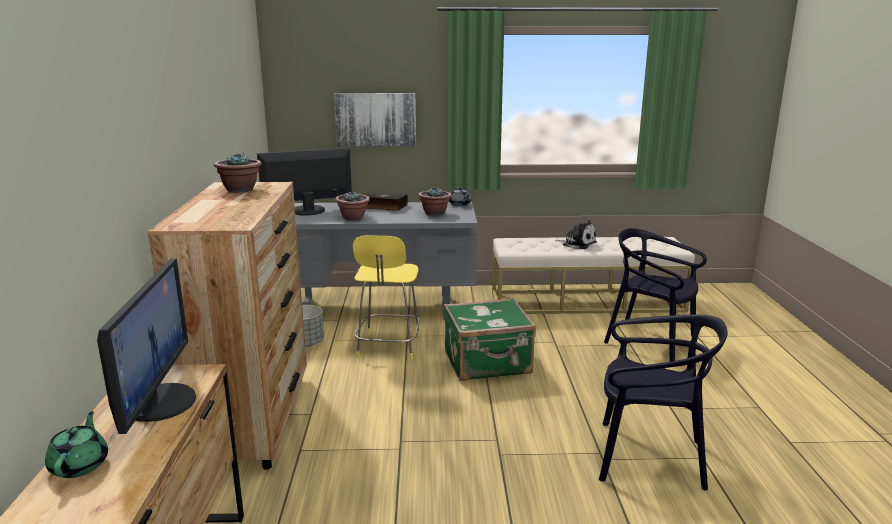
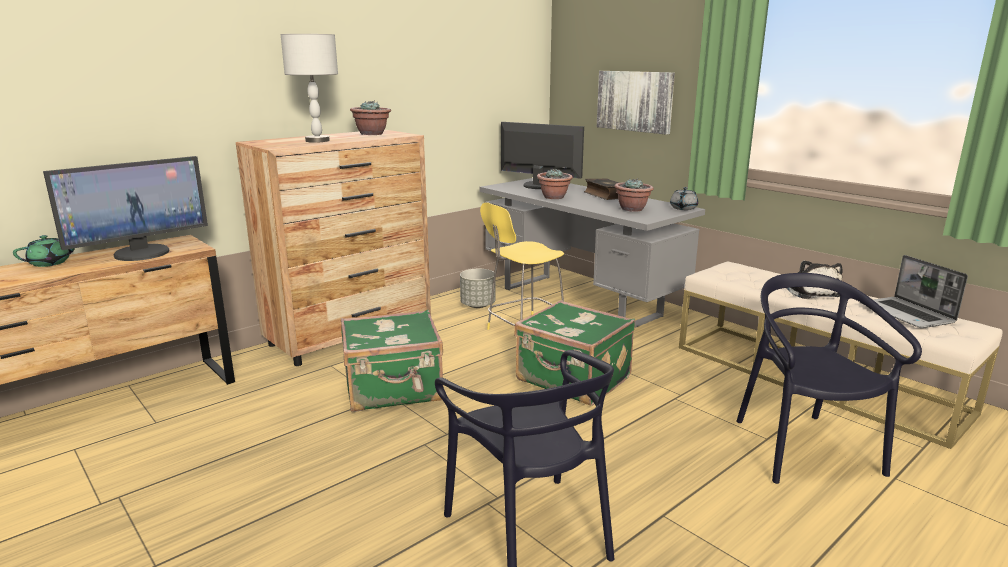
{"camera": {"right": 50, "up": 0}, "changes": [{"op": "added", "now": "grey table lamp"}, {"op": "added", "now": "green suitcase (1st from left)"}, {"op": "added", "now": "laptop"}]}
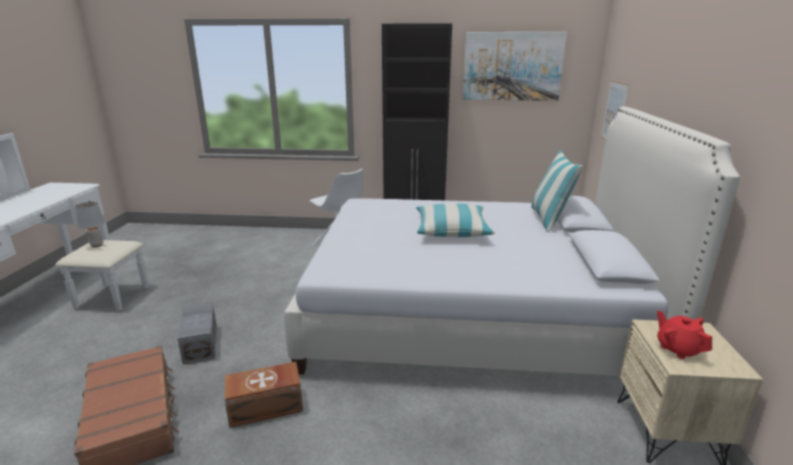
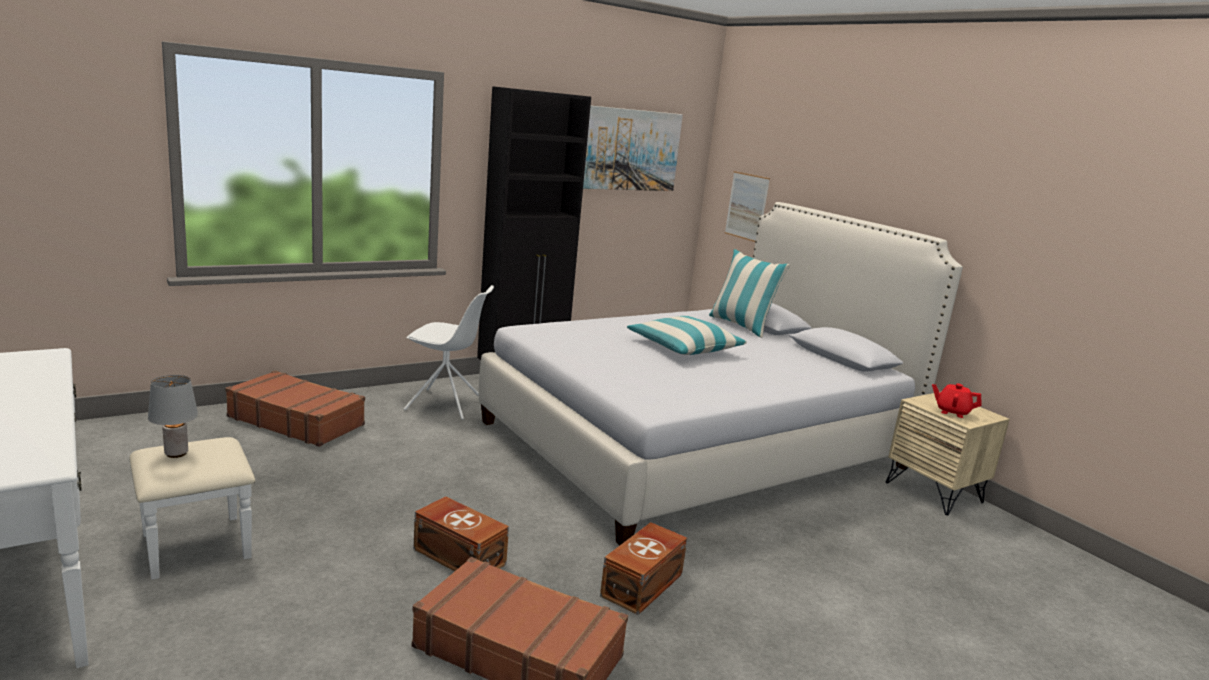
{"camera": {"right": -40, "up": -5}, "changes": [{"op": "added", "now": "brown suitcase (1st from left)"}, {"op": "recoloured", "was": "grey storage box", "now": "brown storage box (1st from left)"}]}
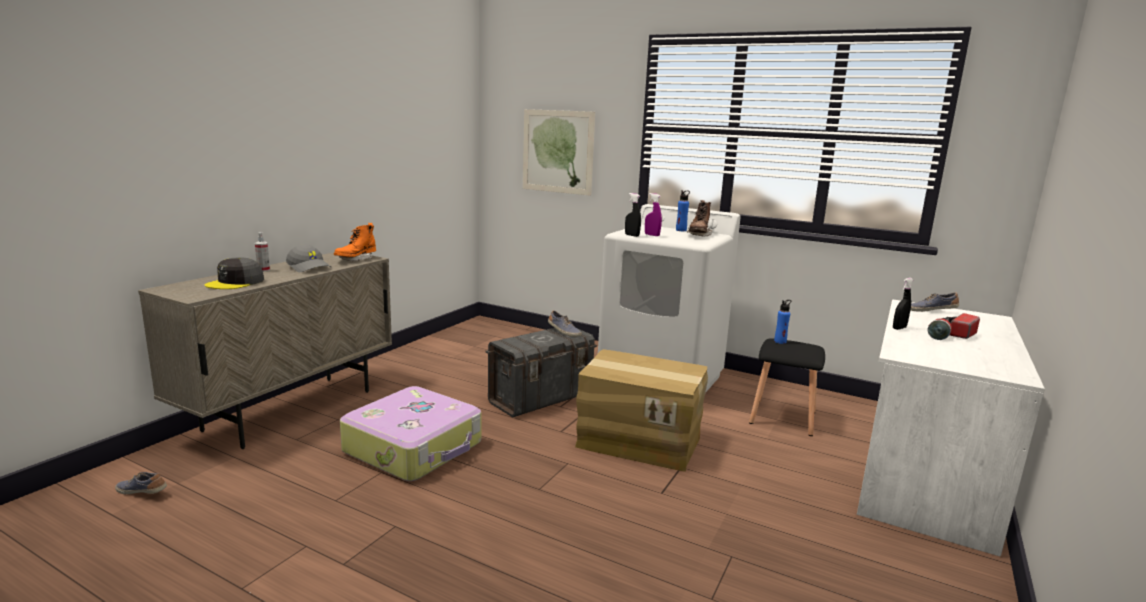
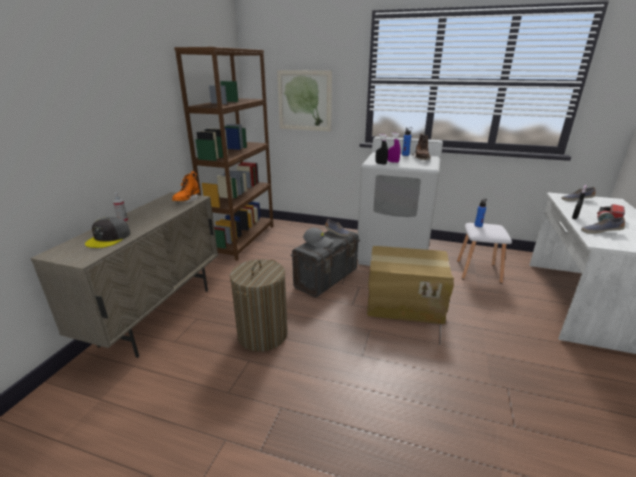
{"camera": {"right": -10, "up": 10}, "changes": [{"op": "added", "now": "brown bookcase"}, {"op": "moved", "was": "shoe (1st from left in the first image)", "now": "shoe (3rd from left)"}, {"op": "moved", "was": "grey cap (2nd from left)"}, {"op": "replaced", "was": "suitcase", "now": "laundry basket"}, {"op": "recoloured", "was": "black stool", "now": "white stool"}]}
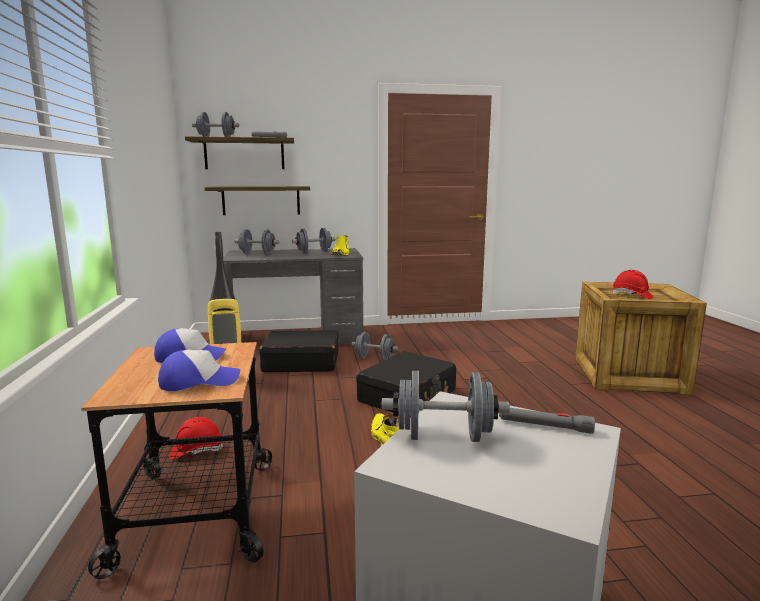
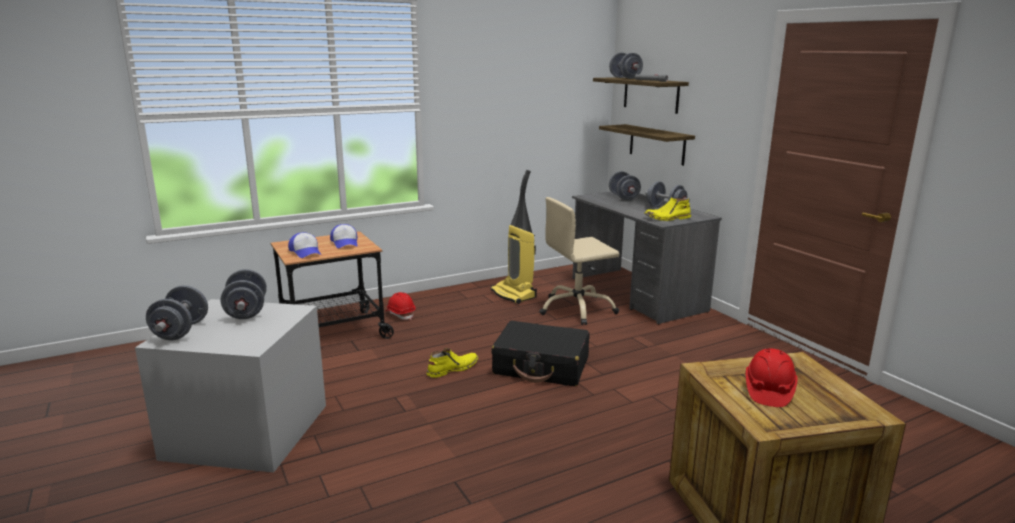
{"camera": {"right": 70, "up": 5}, "changes": [{"op": "removed", "was": "grey flashlight (2nd from left)"}, {"op": "moved", "was": "grey dumbbell (4th from left in the first image)", "now": "grey dumbbell (1st from left)"}, {"op": "replaced", "was": "black suitcase (1st from left)", "now": "beige office chair"}]}
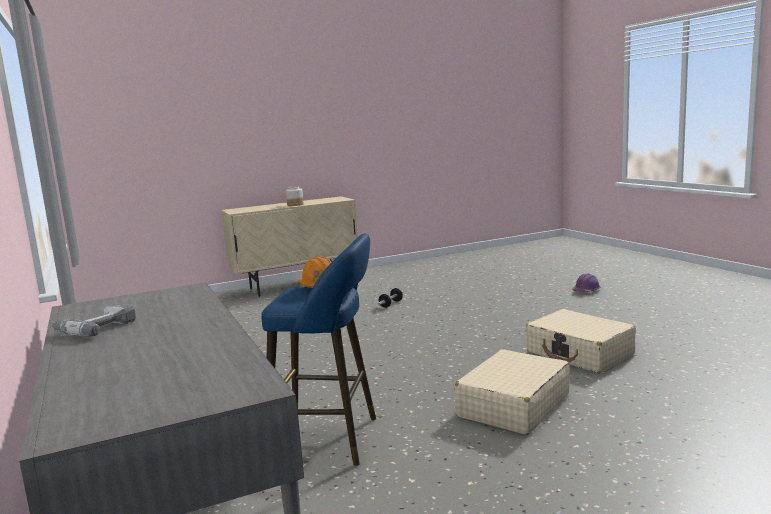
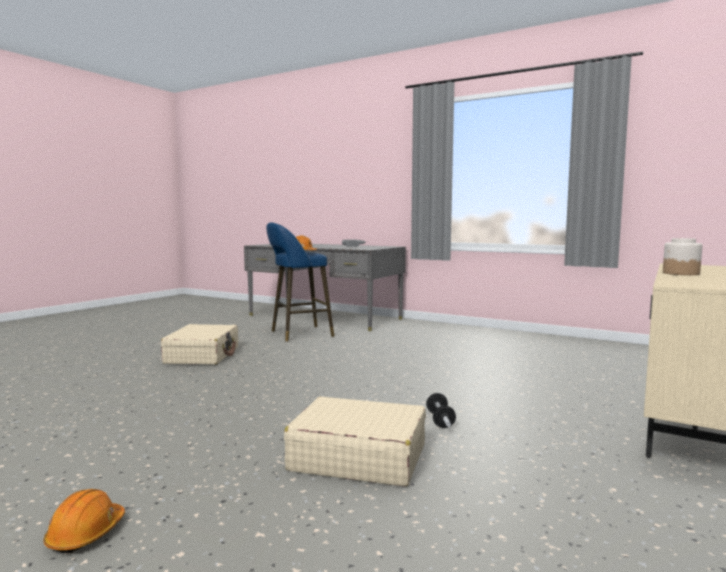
{"camera": {"right": 145, "up": -5}, "changes": [{"op": "moved", "was": "beige suitcase (2nd from left)"}, {"op": "recoloured", "was": "purple hard hat", "now": "orange hard hat (1st from left)"}]}
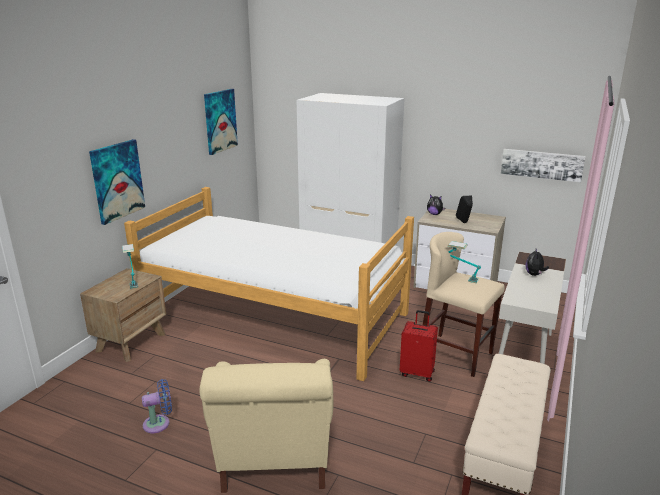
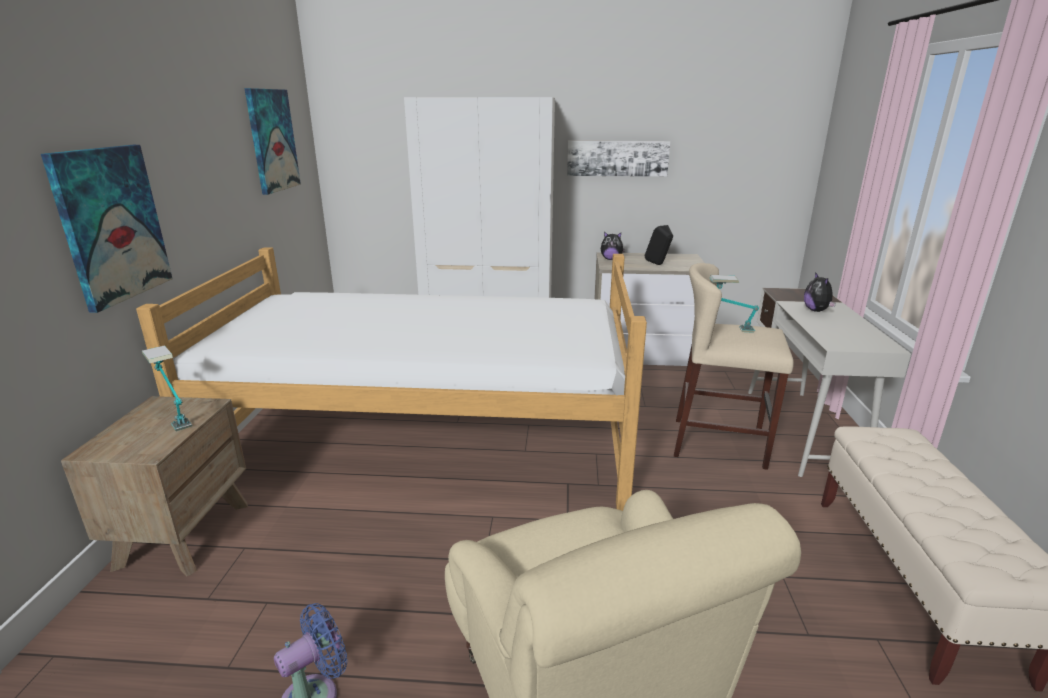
{"camera": {"right": -20, "up": 0}, "changes": [{"op": "removed", "was": "red suitcase"}, {"op": "moved", "was": "picture (3rd from left)"}]}
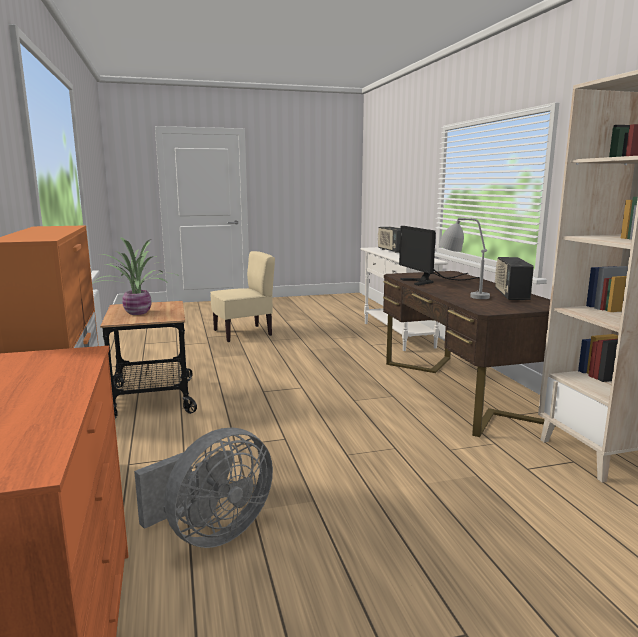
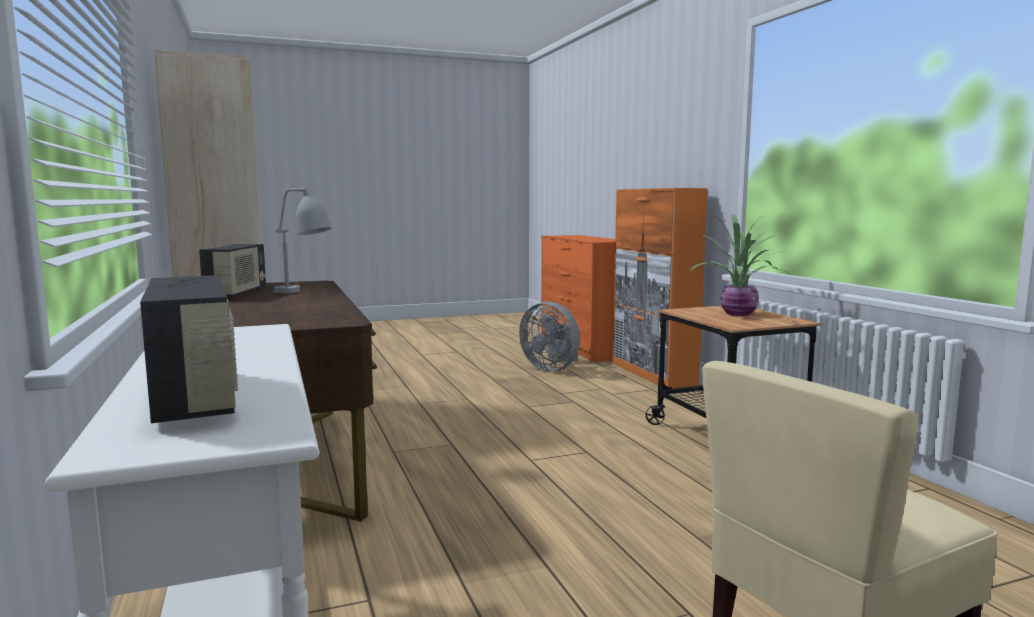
{"camera": {"right": 175, "up": -5}, "changes": [{"op": "removed", "was": "monitor"}, {"op": "turned", "was": "grey fan", "clockwise": -90}]}
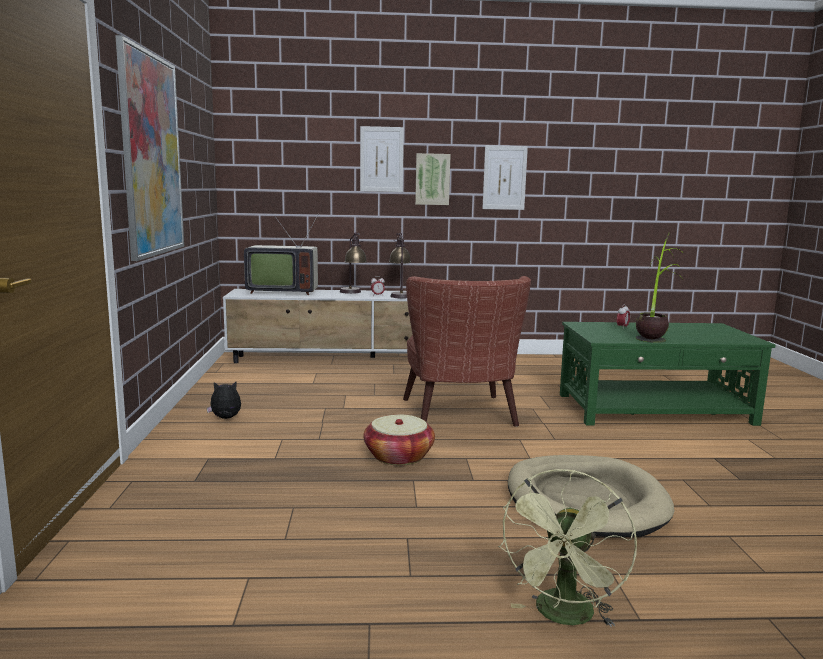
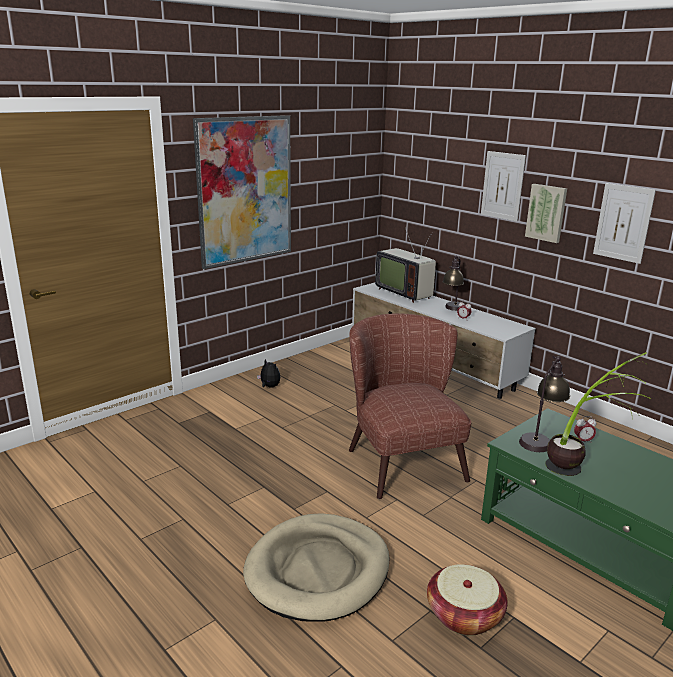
{"camera": {"right": 50, "up": 10}, "changes": [{"op": "removed", "was": "green fan"}, {"op": "moved", "was": "basket"}, {"op": "moved", "was": "table lamp (2nd from left)"}, {"op": "turned", "was": "brown armchair", "clockwise": 120}]}
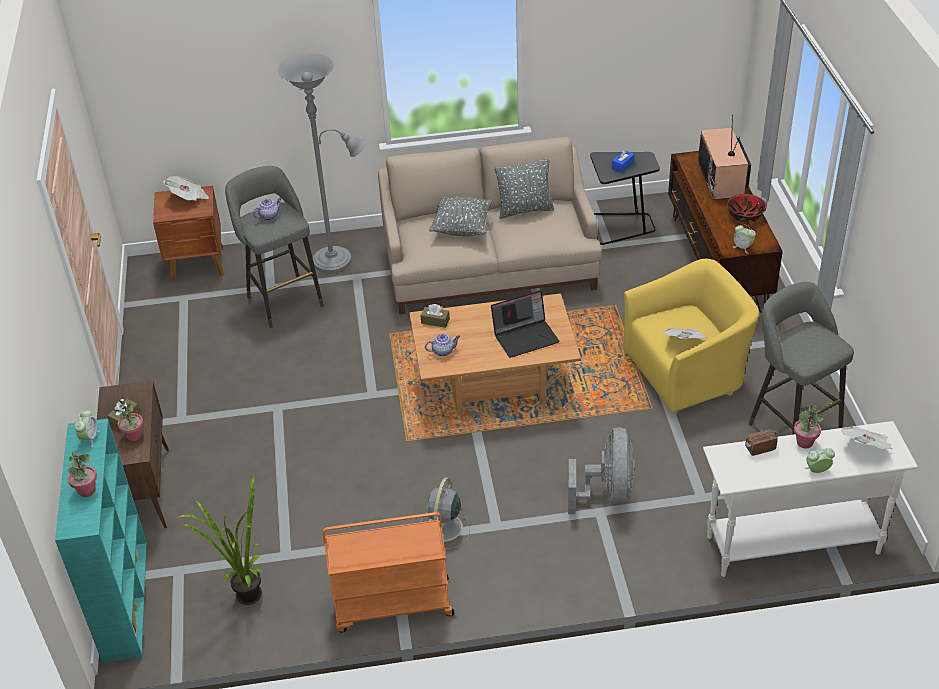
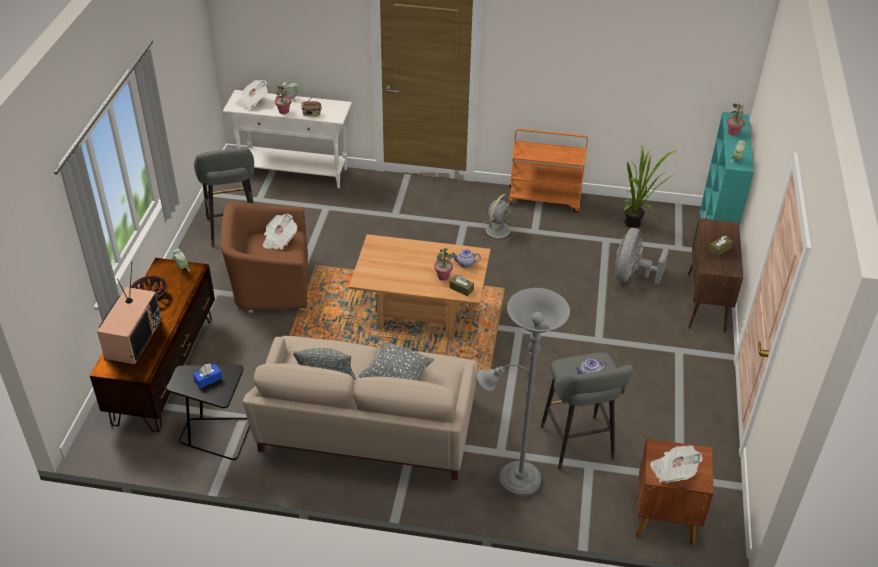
{"camera": {"right": -165, "up": 0}, "changes": [{"op": "removed", "was": "laptop"}, {"op": "moved", "was": "potted plant (2nd from left)"}, {"op": "moved", "was": "grey fan (2nd from left)"}, {"op": "recoloured", "was": "yellow armchair", "now": "brown armchair"}]}
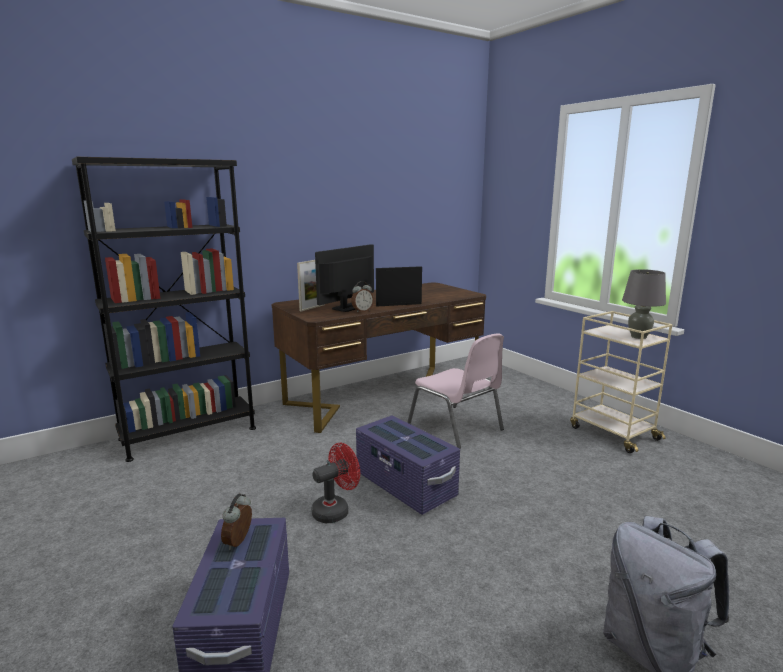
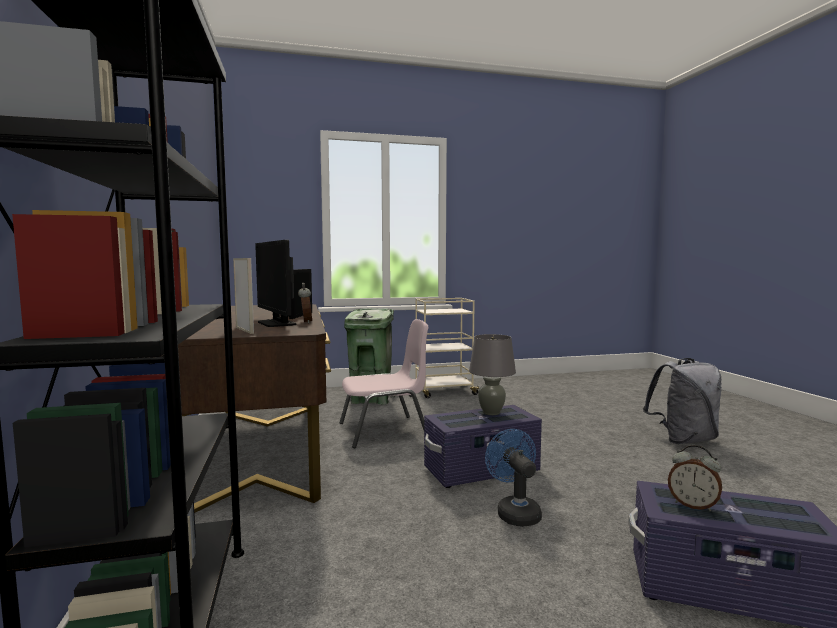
{"camera": {"right": -70, "up": -10}, "changes": [{"op": "added", "now": "green trash can"}, {"op": "moved", "was": "grey table lamp"}, {"op": "recoloured", "was": "red fan", "now": "blue fan"}]}
